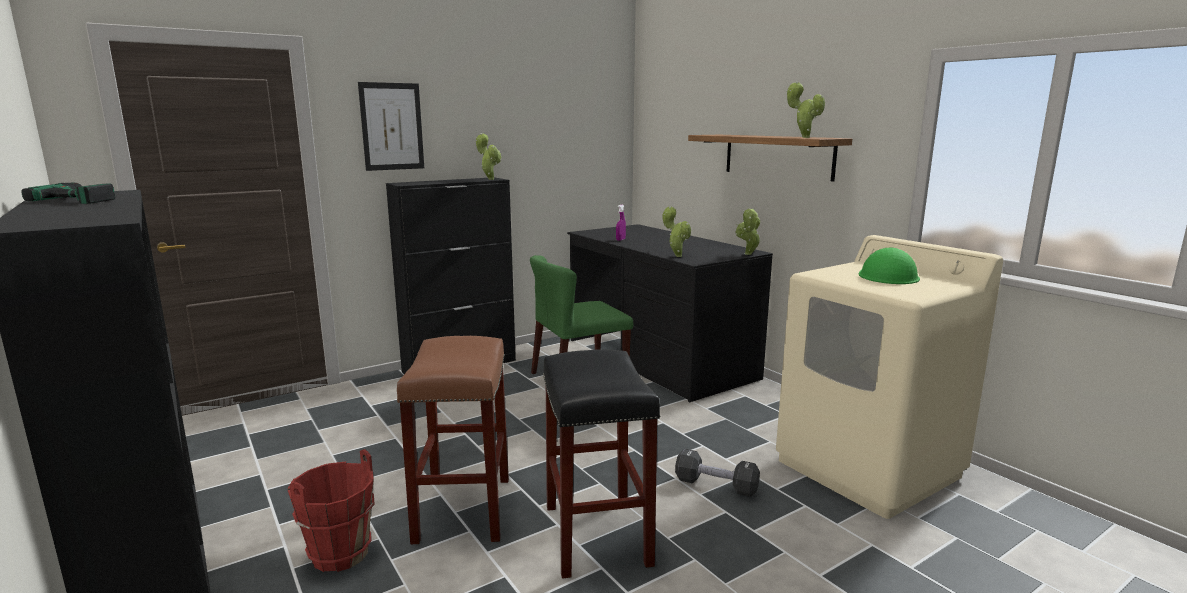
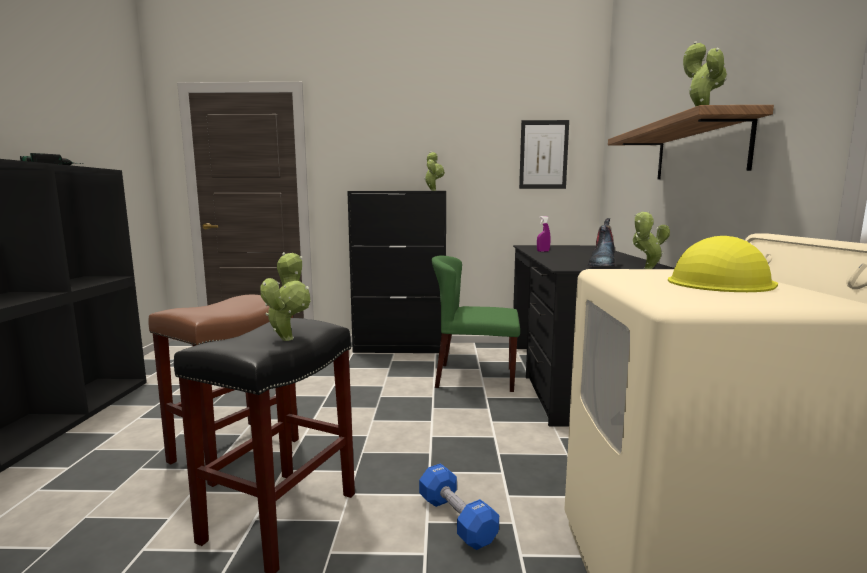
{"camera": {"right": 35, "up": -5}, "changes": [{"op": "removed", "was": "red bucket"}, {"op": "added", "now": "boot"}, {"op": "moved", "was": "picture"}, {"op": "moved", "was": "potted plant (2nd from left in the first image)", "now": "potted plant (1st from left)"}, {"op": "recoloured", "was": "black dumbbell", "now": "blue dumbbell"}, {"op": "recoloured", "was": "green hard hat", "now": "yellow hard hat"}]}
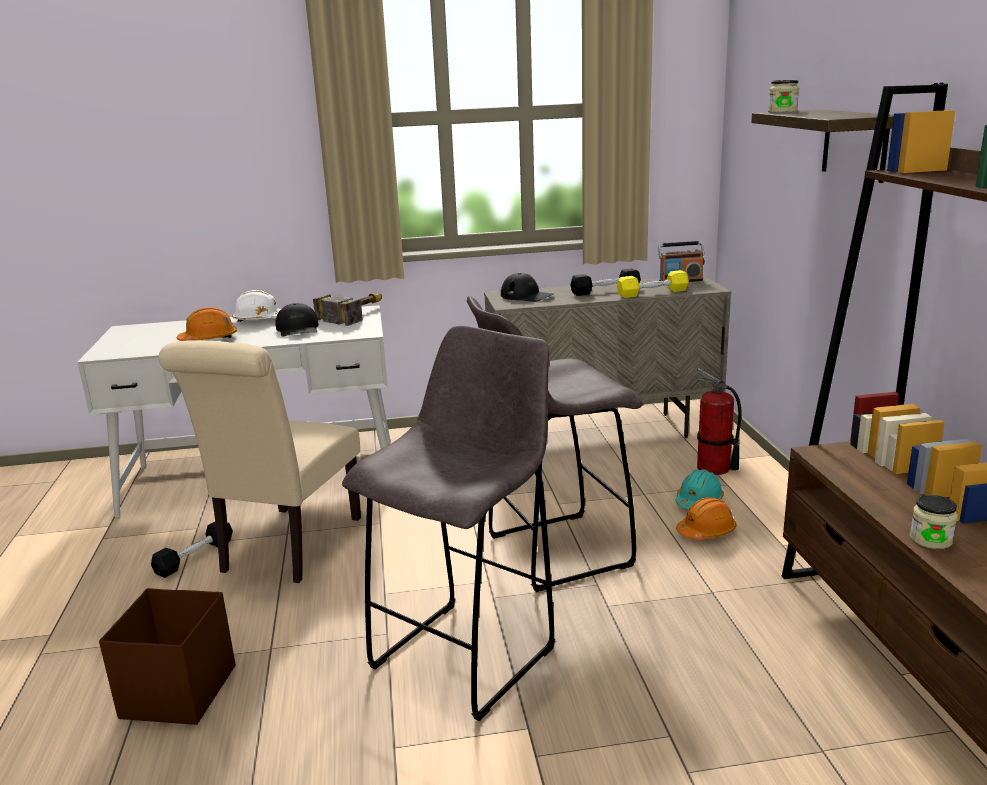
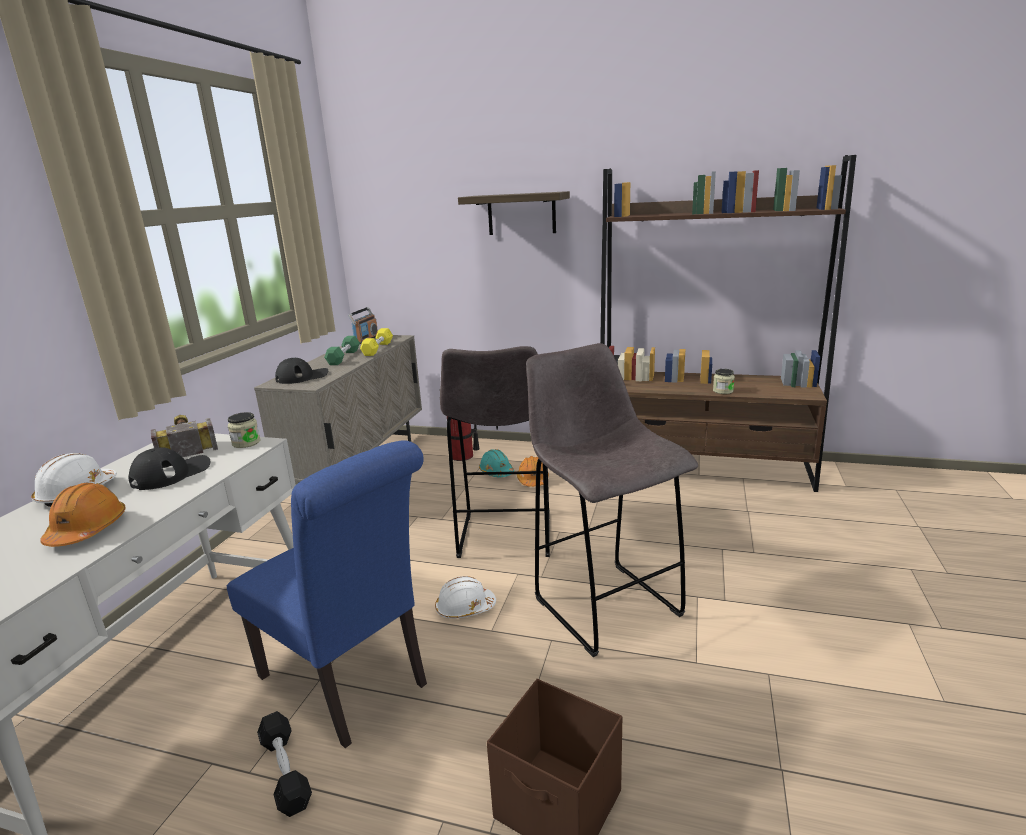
{"camera": {"right": -65, "up": 0}, "changes": [{"op": "added", "now": "white hard hat (2nd from left)"}, {"op": "moved", "was": "jar (1st from left)"}, {"op": "recoloured", "was": "beige chair", "now": "blue chair"}, {"op": "recoloured", "was": "black dumbbell (2nd from left)", "now": "green dumbbell"}, {"op": "turned", "was": "black cap (1st from left)", "clockwise": -60}]}
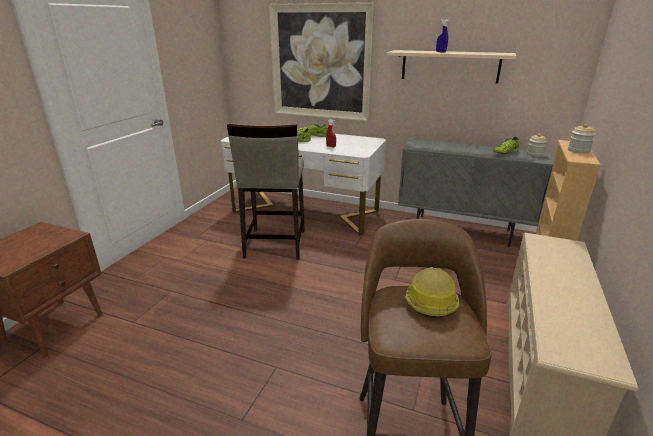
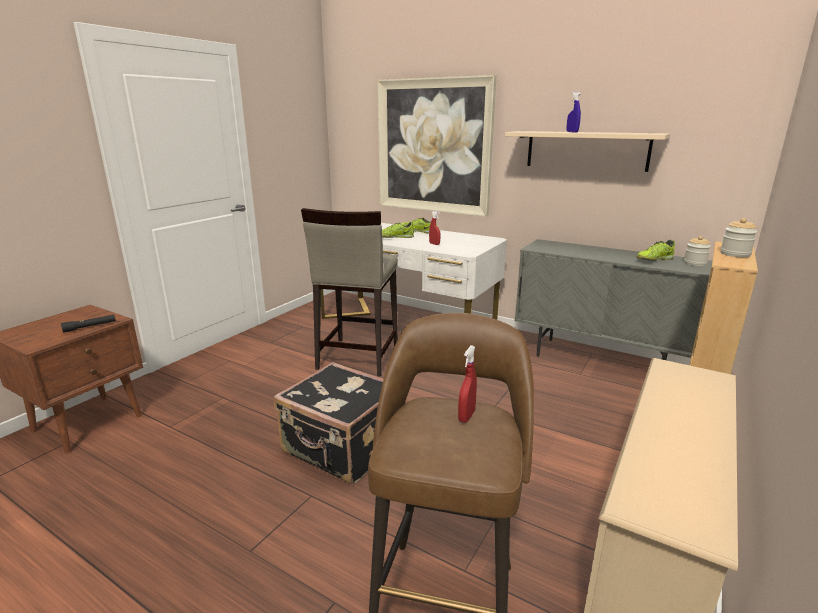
{"camera": {"right": 10, "up": -5}, "changes": [{"op": "added", "now": "black flashlight"}, {"op": "added", "now": "black suitcase"}, {"op": "replaced", "was": "hard hat", "now": "red spray bottle (2nd from left)"}]}
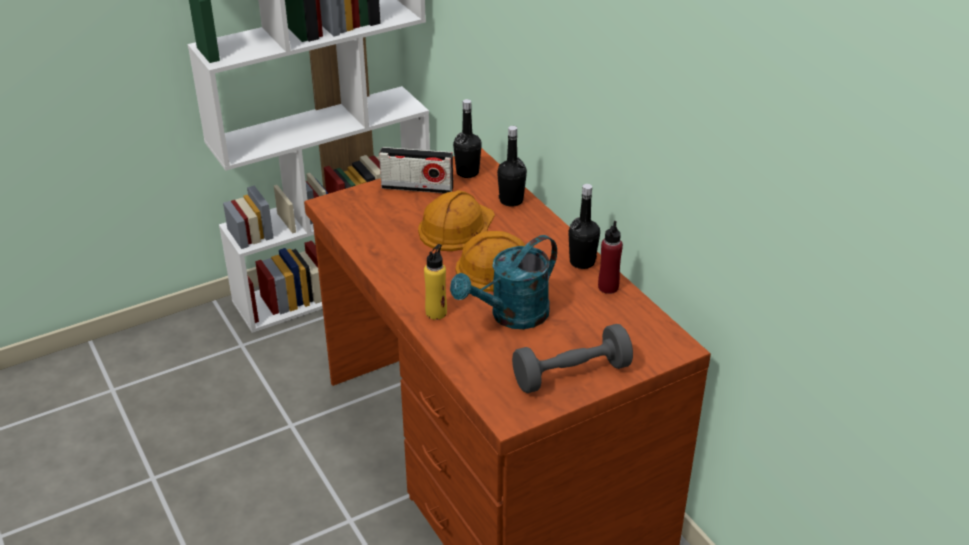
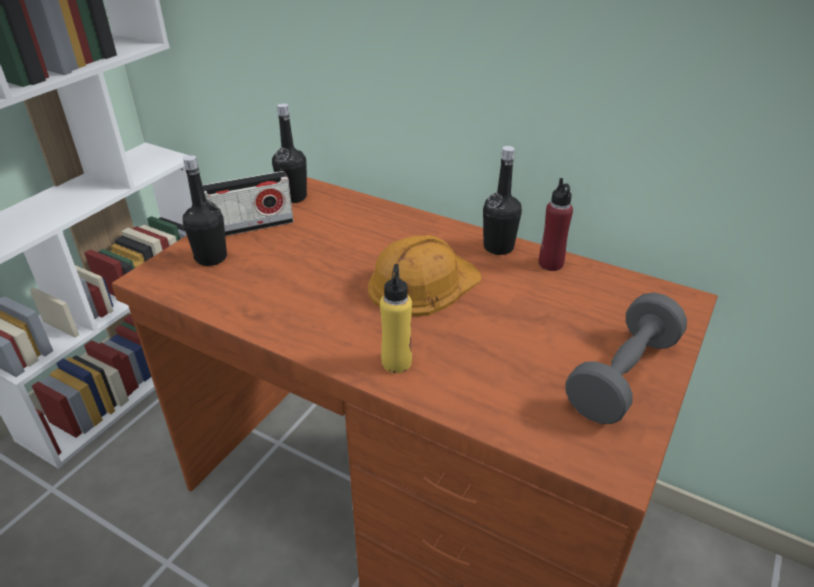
{"camera": {"right": -30, "up": 0}, "changes": [{"op": "removed", "was": "orange hard hat (1st from left)"}, {"op": "removed", "was": "turquoise watering can"}, {"op": "moved", "was": "black bottle (2nd from left in the first image)", "now": "black bottle (1st from left)"}]}
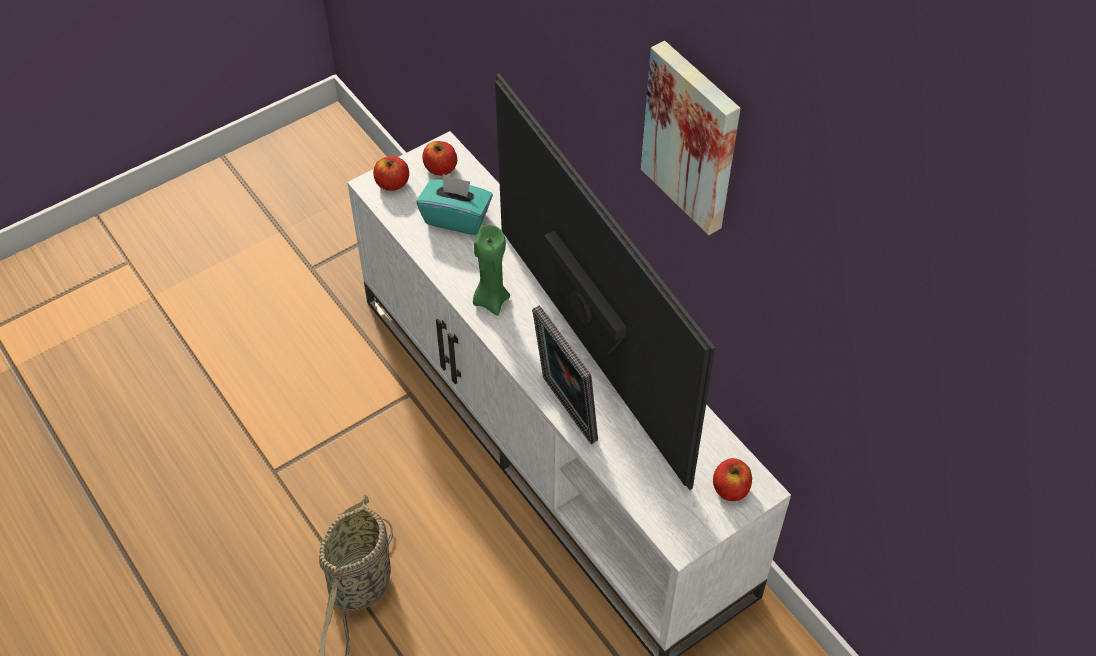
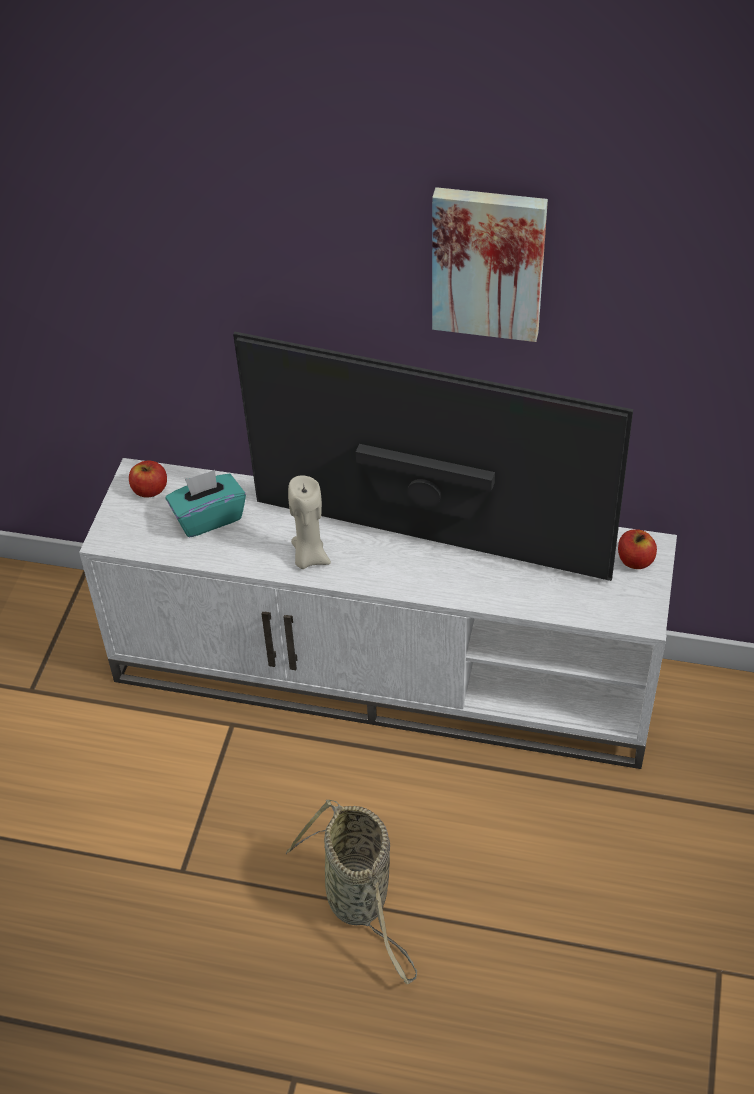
{"camera": {"right": -40, "up": -5}, "changes": [{"op": "removed", "was": "apple (1st from left)"}, {"op": "removed", "was": "picture frame"}, {"op": "recoloured", "was": "green candle", "now": "beige candle"}]}
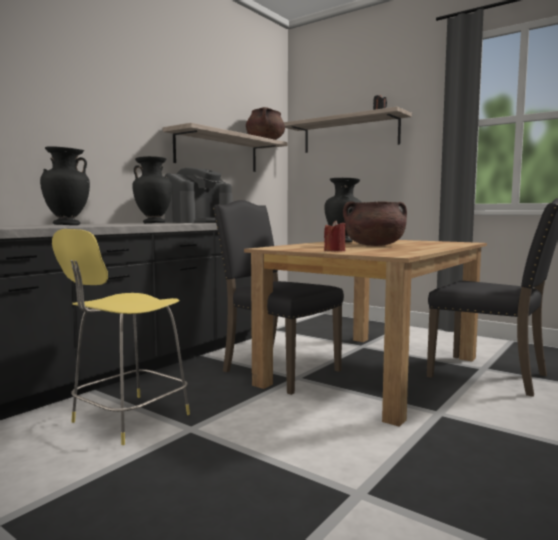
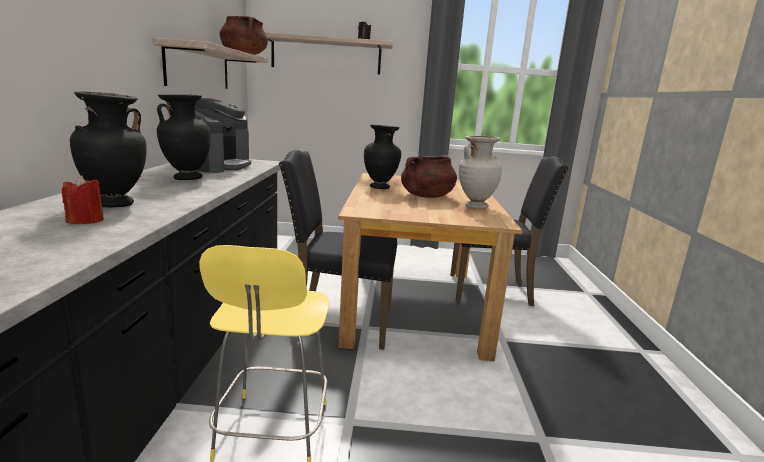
{"camera": {"right": -35, "up": 10}, "changes": [{"op": "added", "now": "beige vase"}, {"op": "moved", "was": "red candle"}]}
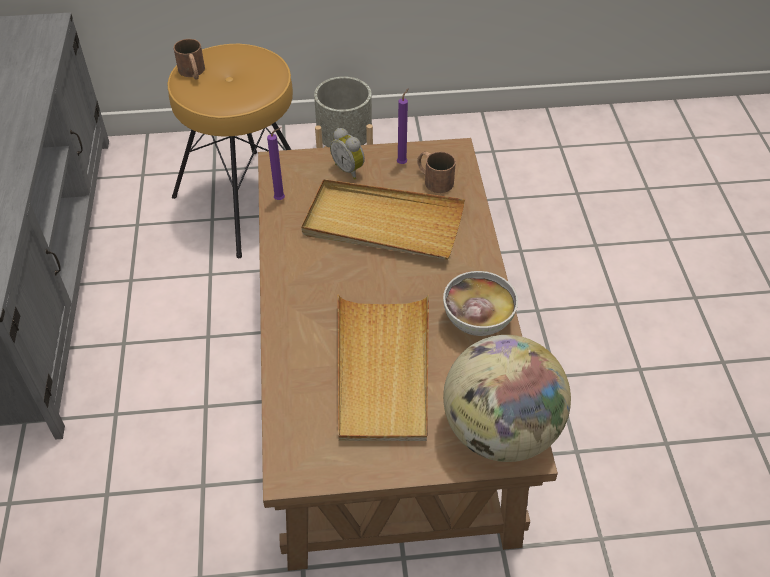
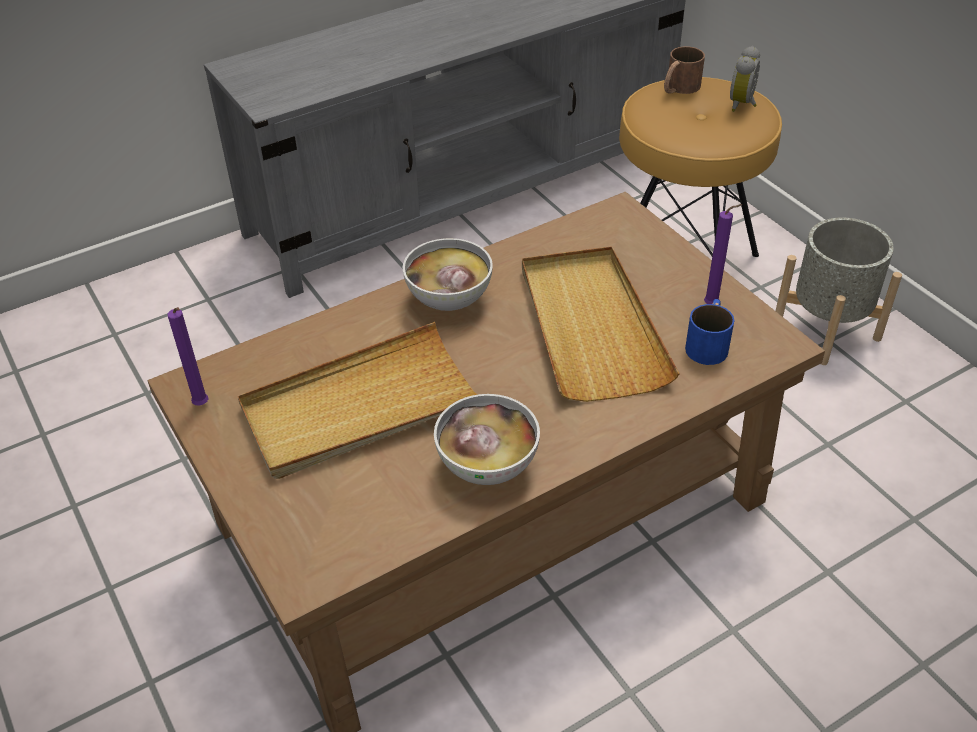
{"camera": {"right": 65, "up": -5}, "changes": [{"op": "removed", "was": "globe"}, {"op": "added", "now": "bowl (1st from left)"}, {"op": "moved", "was": "purple candle (1st from left)"}, {"op": "moved", "was": "alarm clock"}, {"op": "recoloured", "was": "brown mug (2nd from left)", "now": "blue mug"}]}
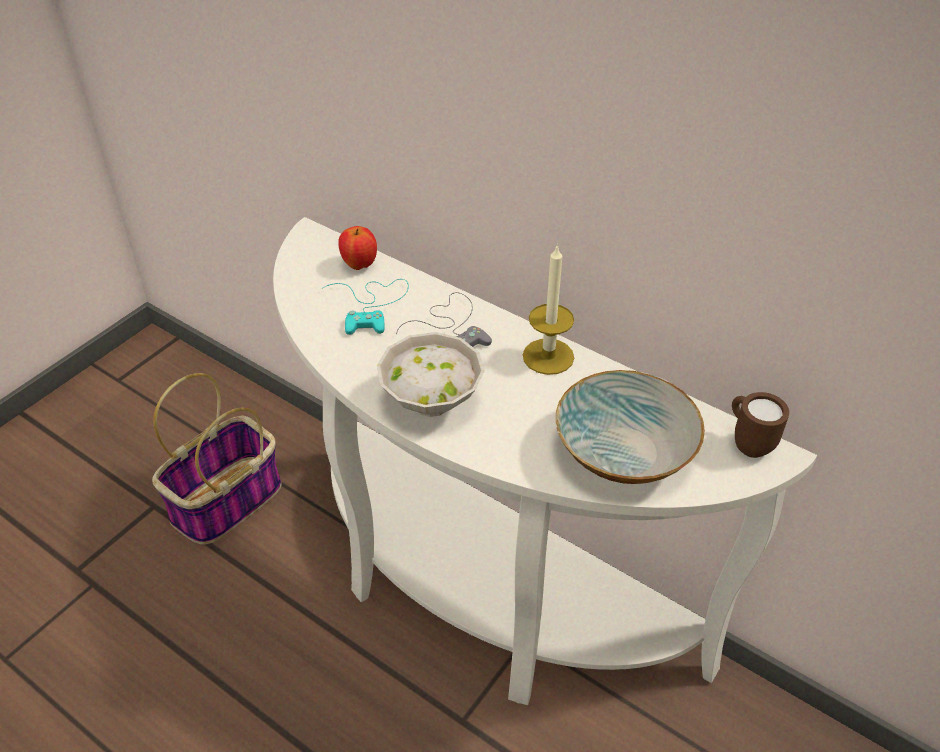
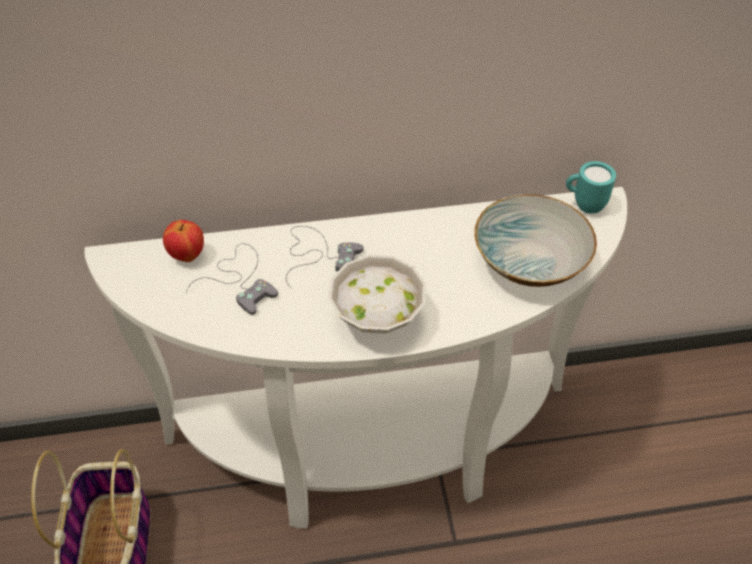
{"camera": {"right": -45, "up": 5}, "changes": [{"op": "removed", "was": "candle"}, {"op": "recoloured", "was": "turquoise game controller", "now": "grey game controller (1st from left)"}, {"op": "recoloured", "was": "brown mug", "now": "turquoise mug"}]}
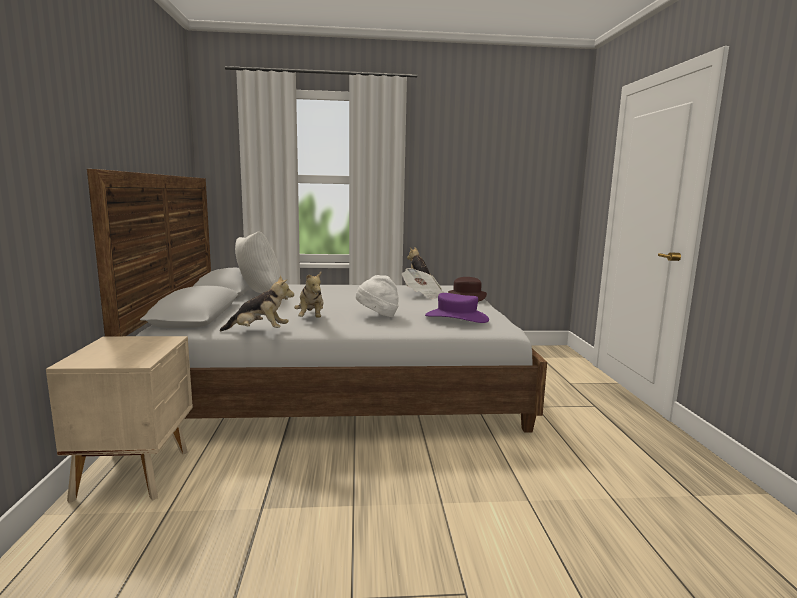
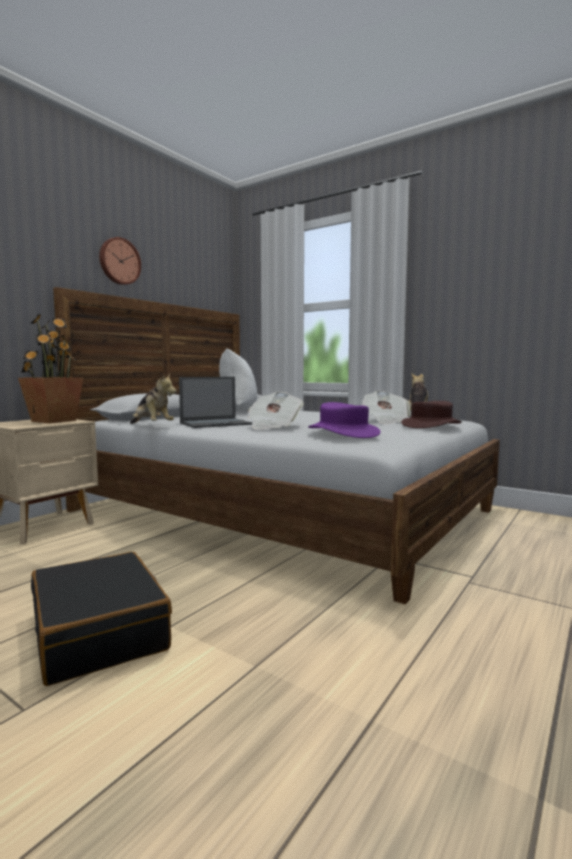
{"camera": {"right": 40, "up": -5}, "changes": [{"op": "added", "now": "potted plant"}, {"op": "added", "now": "black suitcase"}, {"op": "added", "now": "wall clock"}, {"op": "replaced", "was": "plush toy (2nd from left)", "now": "laptop"}, {"op": "replaced", "was": "white hat", "now": "newspaper (1st from left)"}]}
